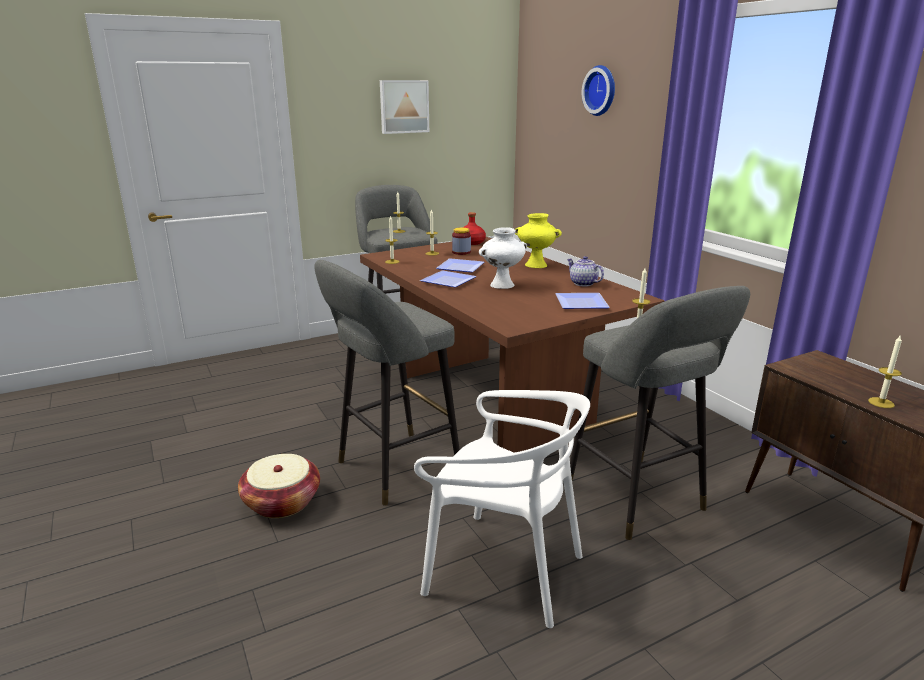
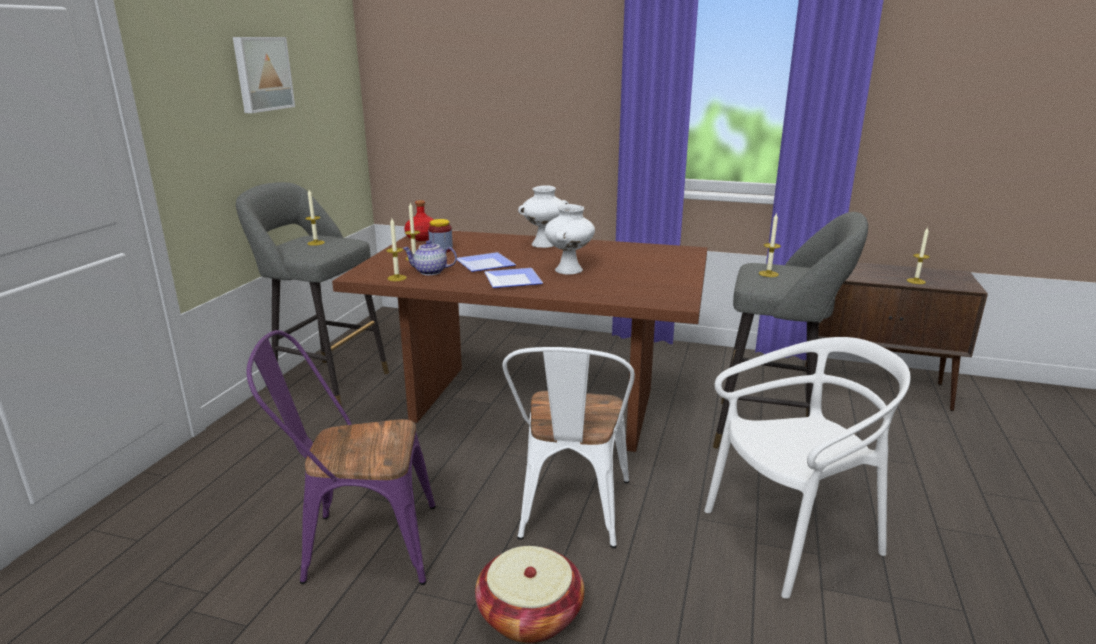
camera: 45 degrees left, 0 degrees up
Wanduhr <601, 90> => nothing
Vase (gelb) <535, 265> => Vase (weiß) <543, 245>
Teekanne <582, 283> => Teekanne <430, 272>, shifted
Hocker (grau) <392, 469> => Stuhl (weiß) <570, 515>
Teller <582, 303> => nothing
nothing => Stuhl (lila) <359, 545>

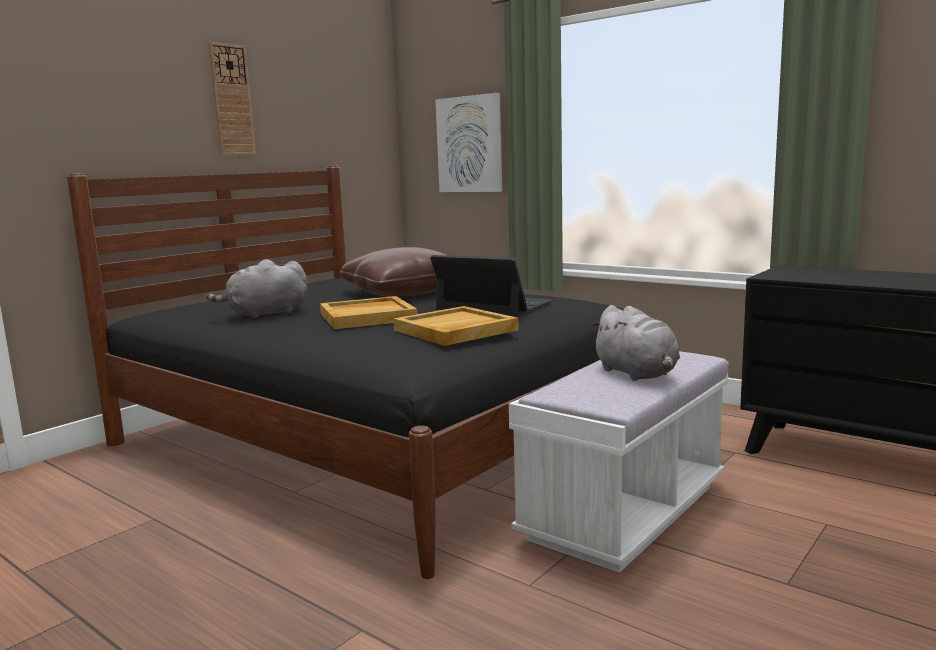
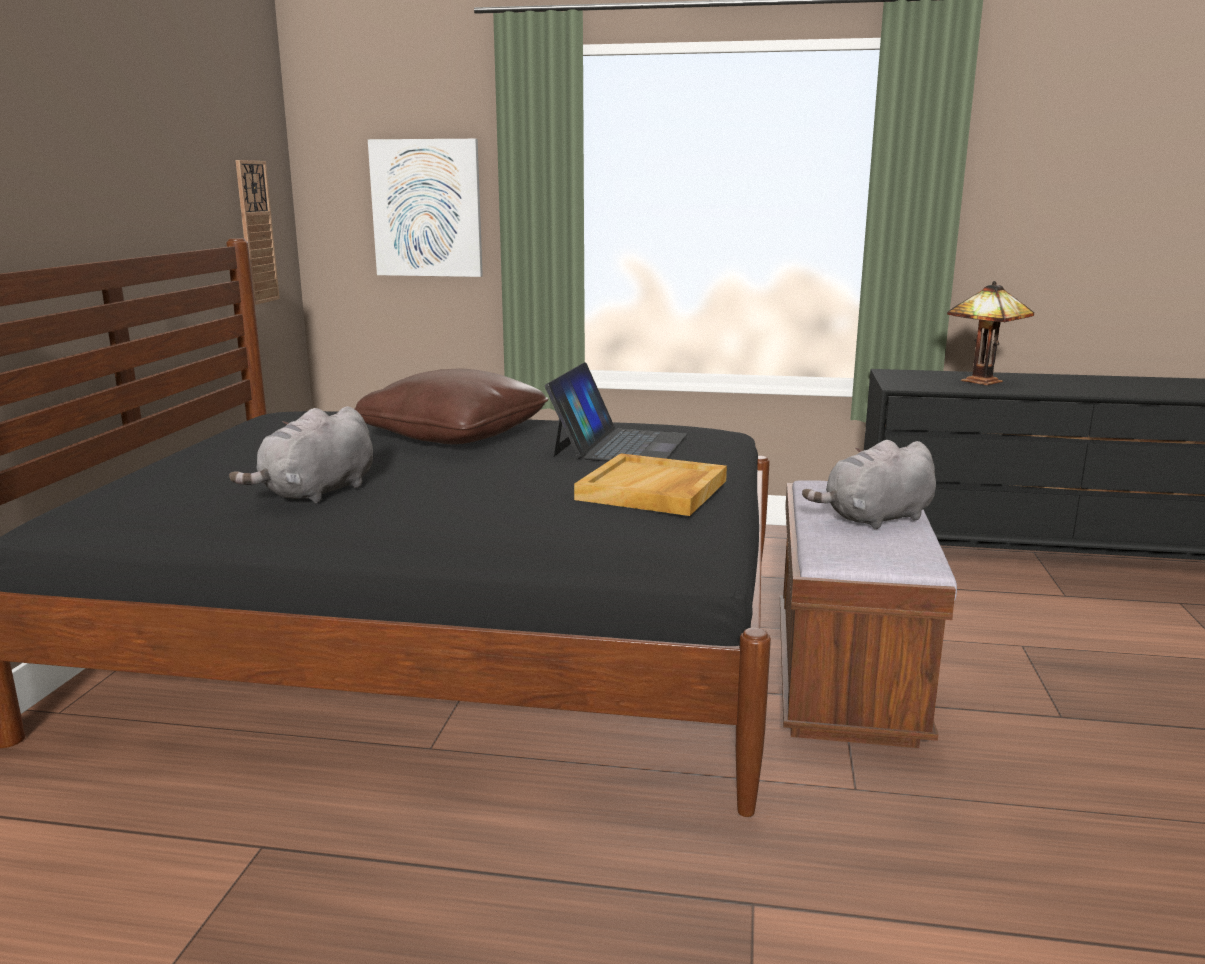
camera: 30 degrees left, 5 degrees up
Wanduhr <232, 100> => Wanduhr <256, 232>, shifted
Laptop <494, 305> => Laptop <619, 445>, 105 degrees clockwise
Tablett (beige) <368, 316> => nothing
Plüschtier (grau) <637, 374> => Plüschtier (grau) <875, 519>, 120 degrees clockwise
Bank (weiß) <624, 512> => Bank (braun) <845, 677>
nothing => Tischlampe <981, 381>

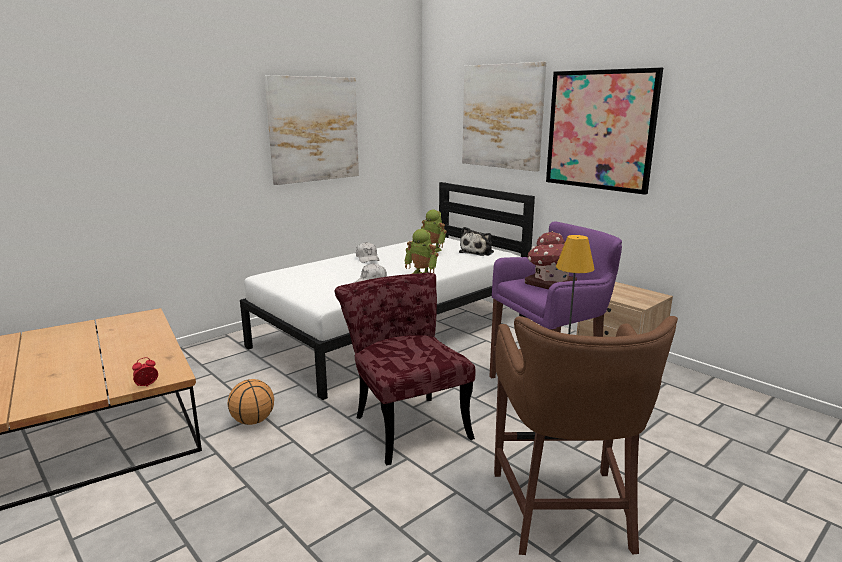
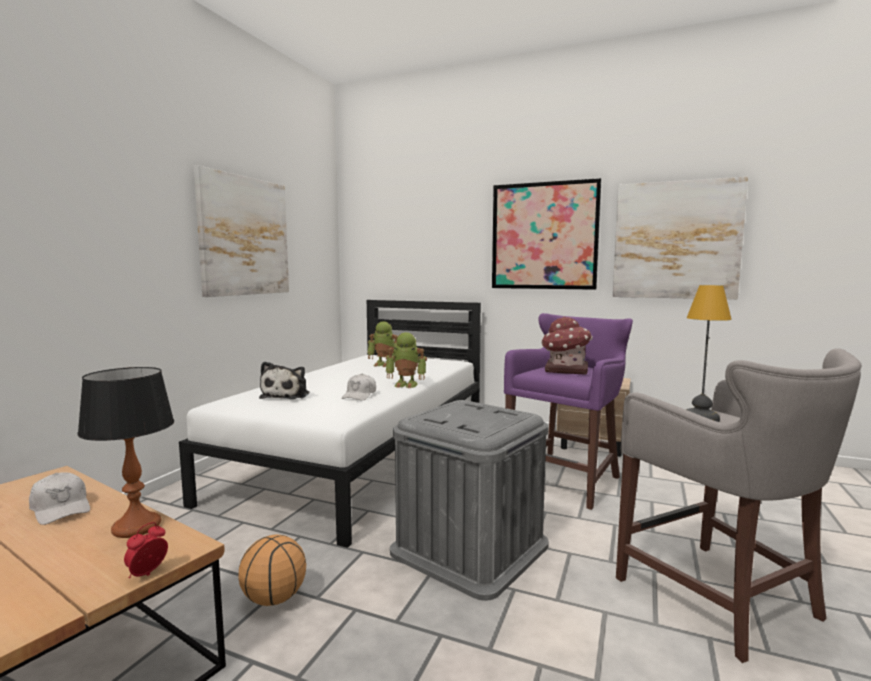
camera: 25 degrees left, 10 degrees down
Bild <502, 116> => Bild <675, 240>, shifted
Plüschtier <478, 252> => Plüschtier <287, 395>, shifted
Kappe (weiß) <367, 258> => Kappe (weiß) <61, 508>, shifted
Stuhl (rot) <406, 422> => Aufbewahrungsbox (grau) <470, 548>
Hocker (braun) <564, 513> => Hocker (grau) <722, 599>
nothing => Tischlampe <137, 526>

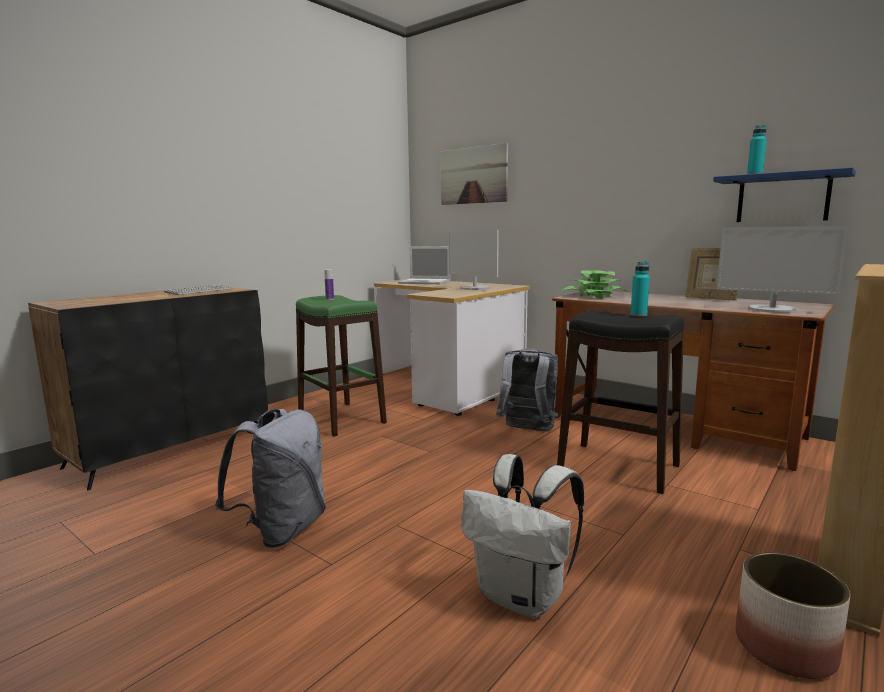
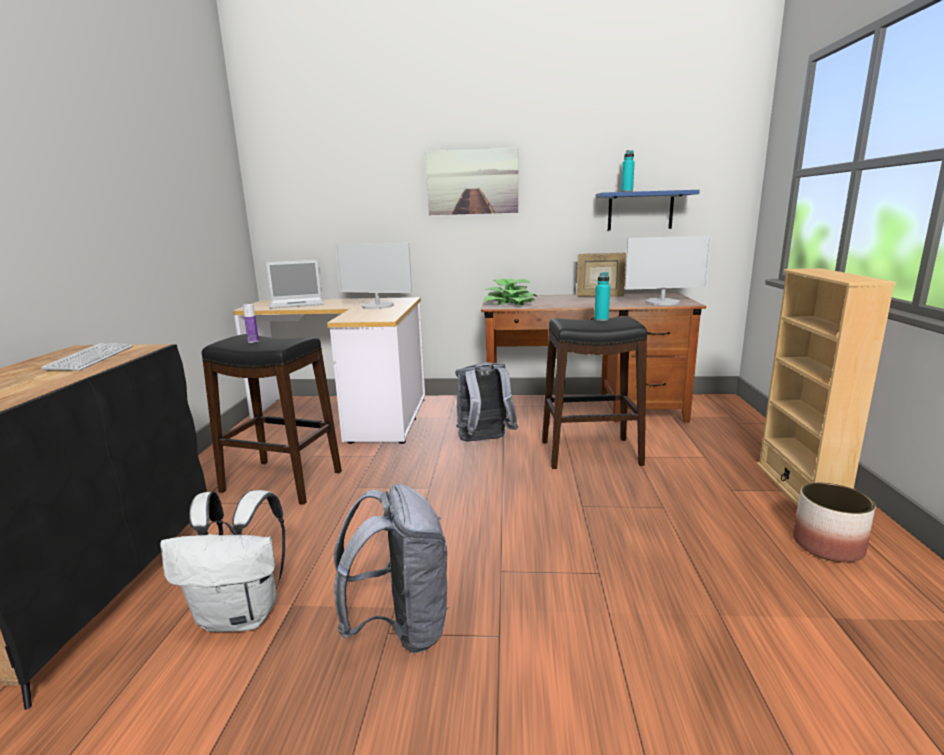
camera: 35 degrees left, 5 degrees up
Bild <473, 175> => Bild <472, 182>, shifted
Hocker (grün) <341, 418> => Hocker (schwarz) <281, 481>
Rucksack (weiß) <523, 597> => Rucksack (weiß) <242, 615>, shifted

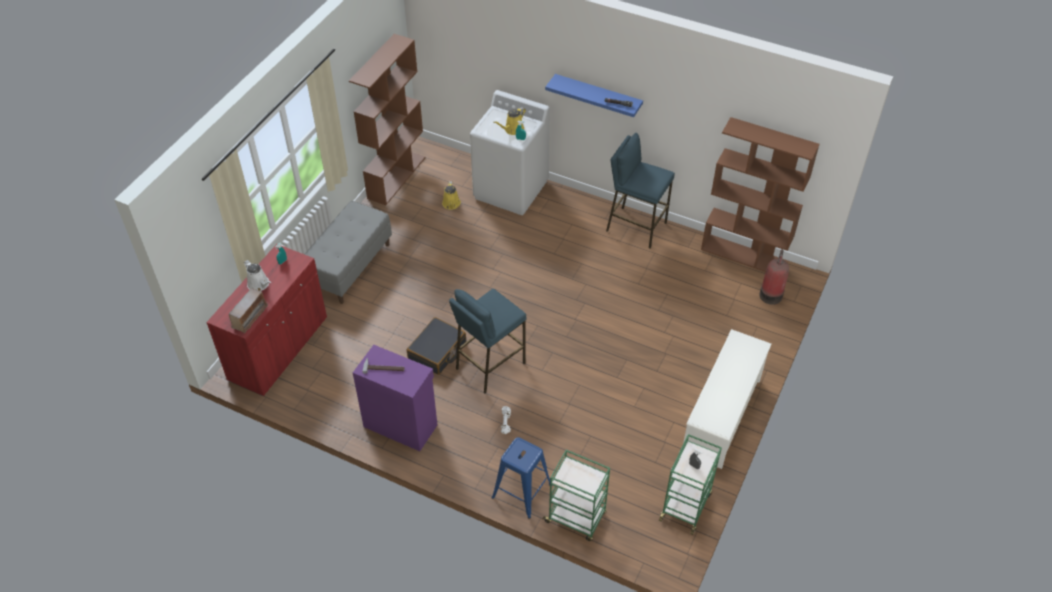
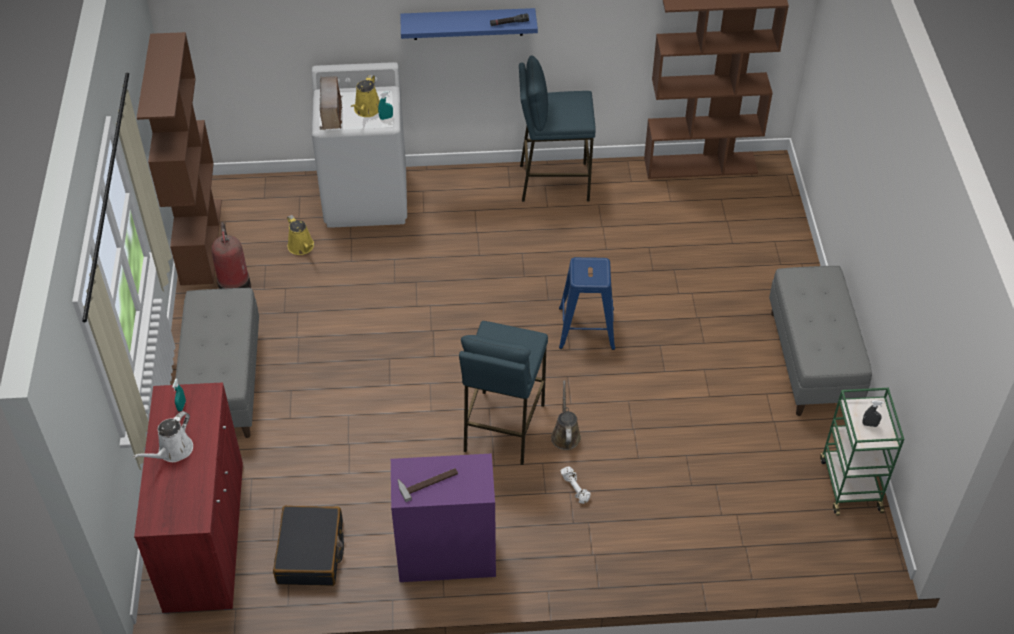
camera: 30 degrees left, 0 degrees up
Feuerlöscher <771, 294> => Feuerlöscher <234, 285>, shifted
Gießkanne (weiß) <259, 285> => Gießkanne (weiß) <173, 451>, 105 degrees clockwise
Radio <250, 317> => Radio <331, 113>, shifted
Koffer (schwarz) <437, 351> => Koffer (schwarz) <310, 553>, shifted
Schuhregal (weiß) <722, 416> => Bank (grau) <812, 361>
Hocker (blau) <522, 492> => Hocker (blau) <587, 328>, shifted
Rollwagen (grün) <576, 518> => nothing
nothing => Gießkanne (braun) <565, 434>

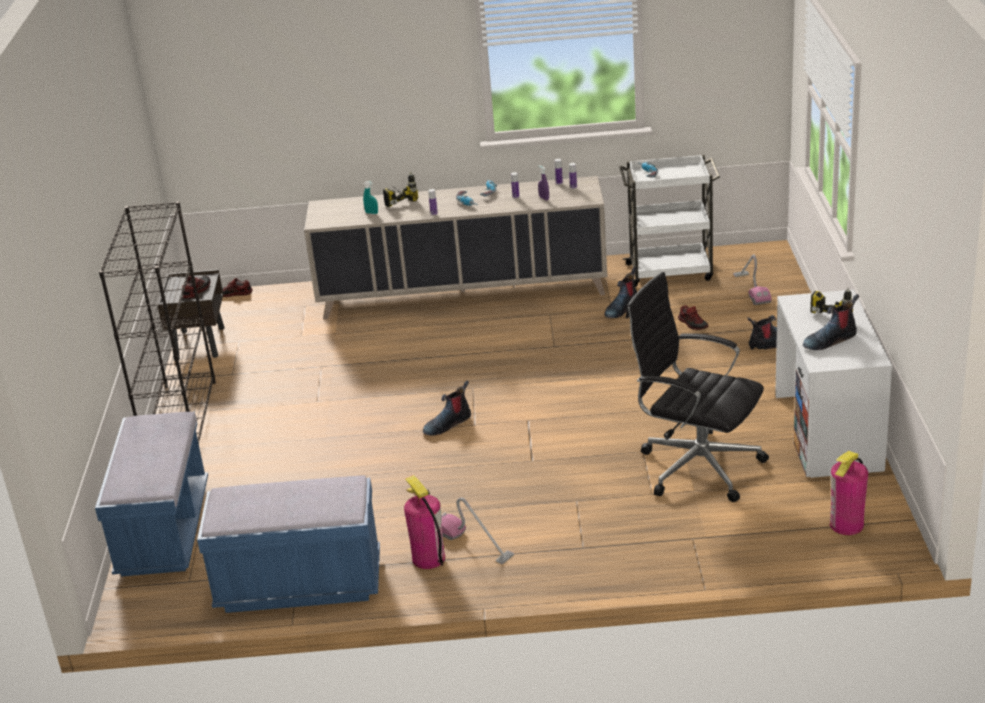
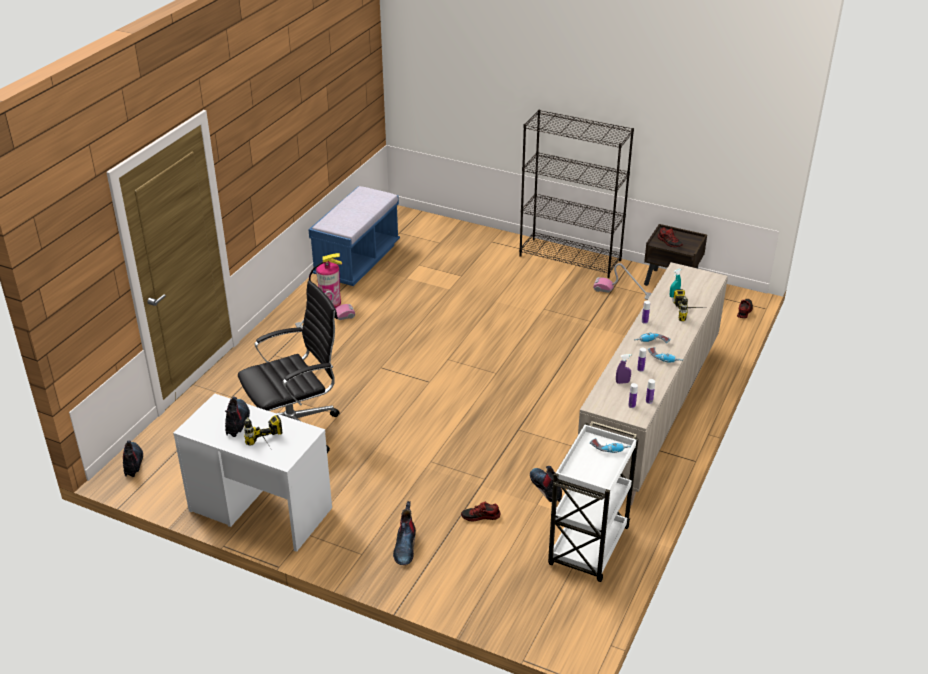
camera: 115 degrees right, 5 degrees up
Staubsauger <751, 289> => Staubsauger <622, 292>, shifted
Stiefel <447, 424> => Stiefel <133, 462>, shifted
Bank (blau) <164, 531> => nothing
Feuerlöscher <847, 524> => nothing

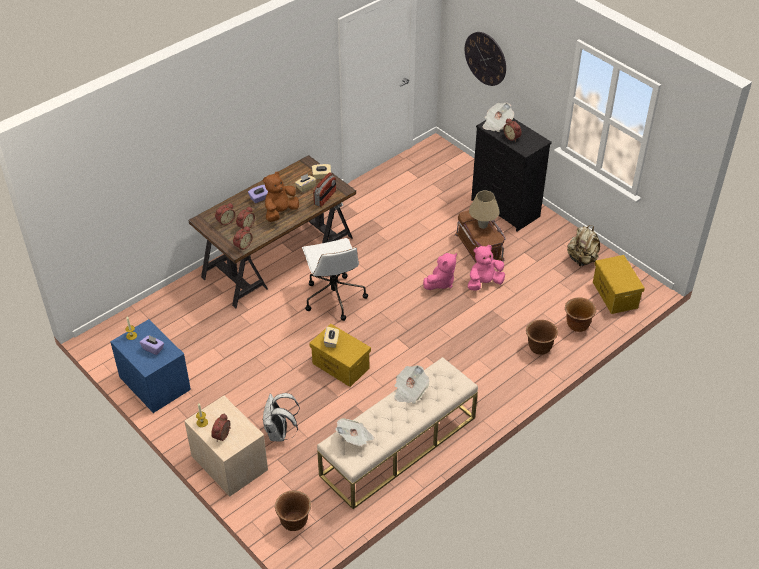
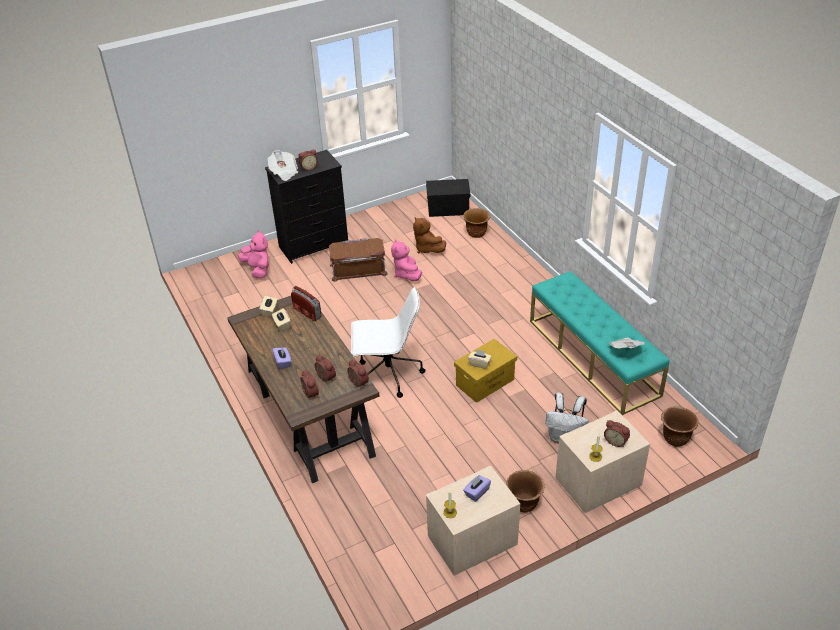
camera: 75 degrees left, 5 degrees down
Wanduhr <485, 58> => nothing
Plüschtier (braun) <280, 212> => Plüschtier (braun) <427, 249>, shifted
Tischlampe (beige) <482, 225> => nothing
Rucksack (beige) <582, 259> => nothing
Plüschtier (rosa) <440, 282> => Plüschtier (rosa) <258, 269>, shifted
Aufbewahrungsbox (gelb) <615, 295> => Aufbewahrungsbox (schwarz) <448, 208>
Nachttisch (blau) <154, 383> => Nachttisch (beige) <471, 540>
Pflanzkübel (braun) <539, 348> => Pflanzkübel (braun) <524, 504>, shifted
Bank (beige) <398, 446> => Bank (türkis) <593, 357>
Zeitung <409, 391> => nothing

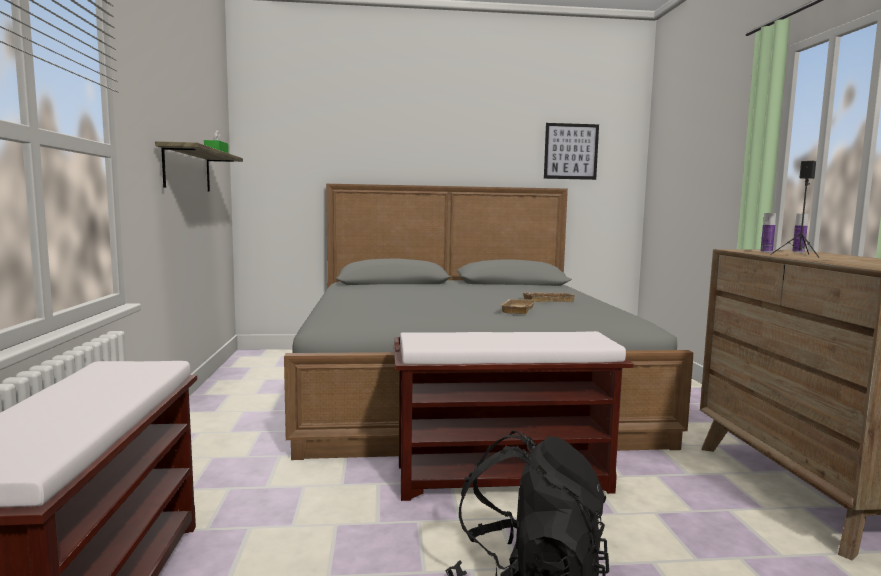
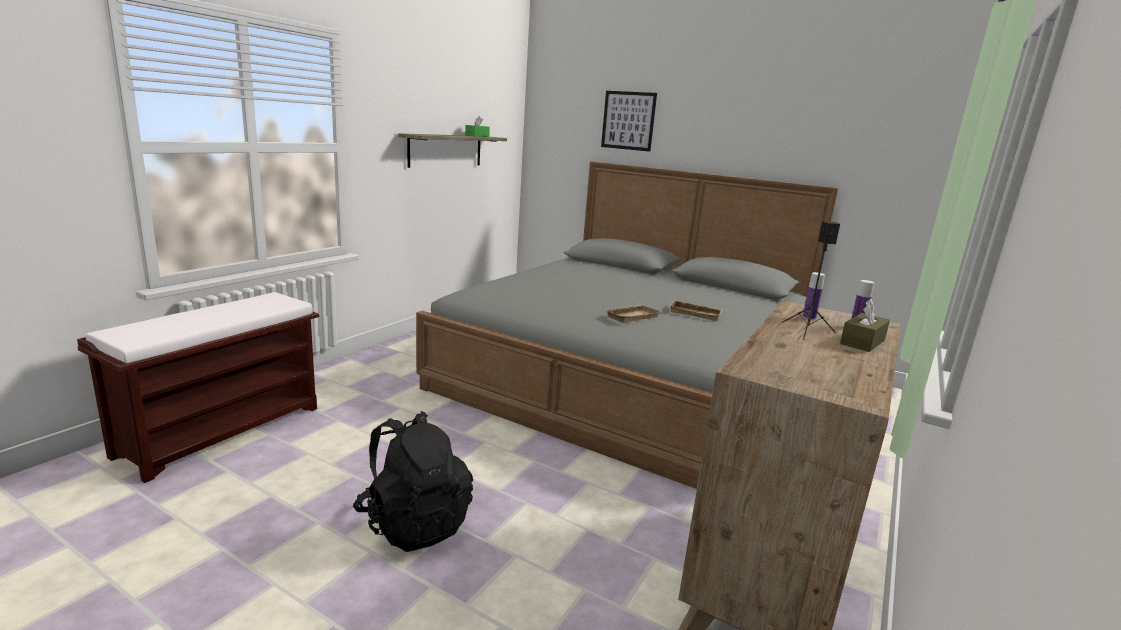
camera: 35 degrees right, 10 degrees up
Bild <571, 151> => Bild <628, 120>, shifted
Bank (braun) <504, 477> => nothing
nothing => Taschentuchbox (braun) <862, 342>

